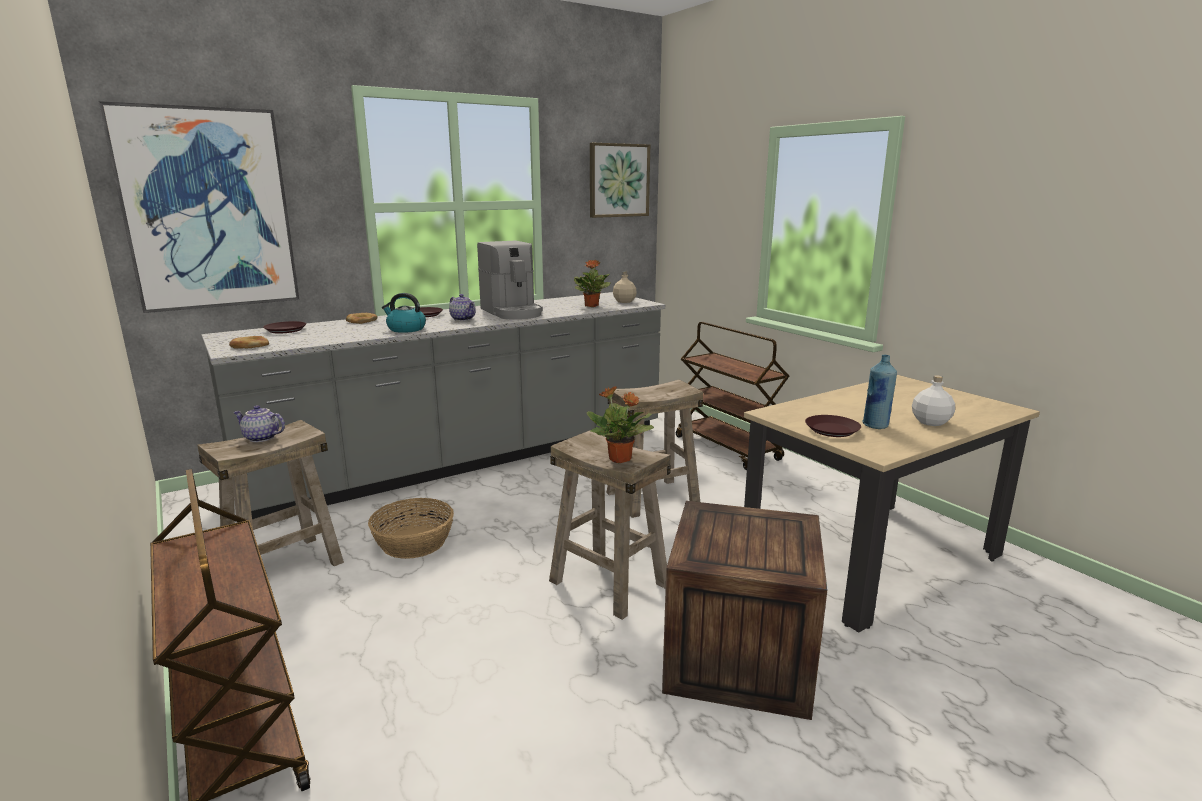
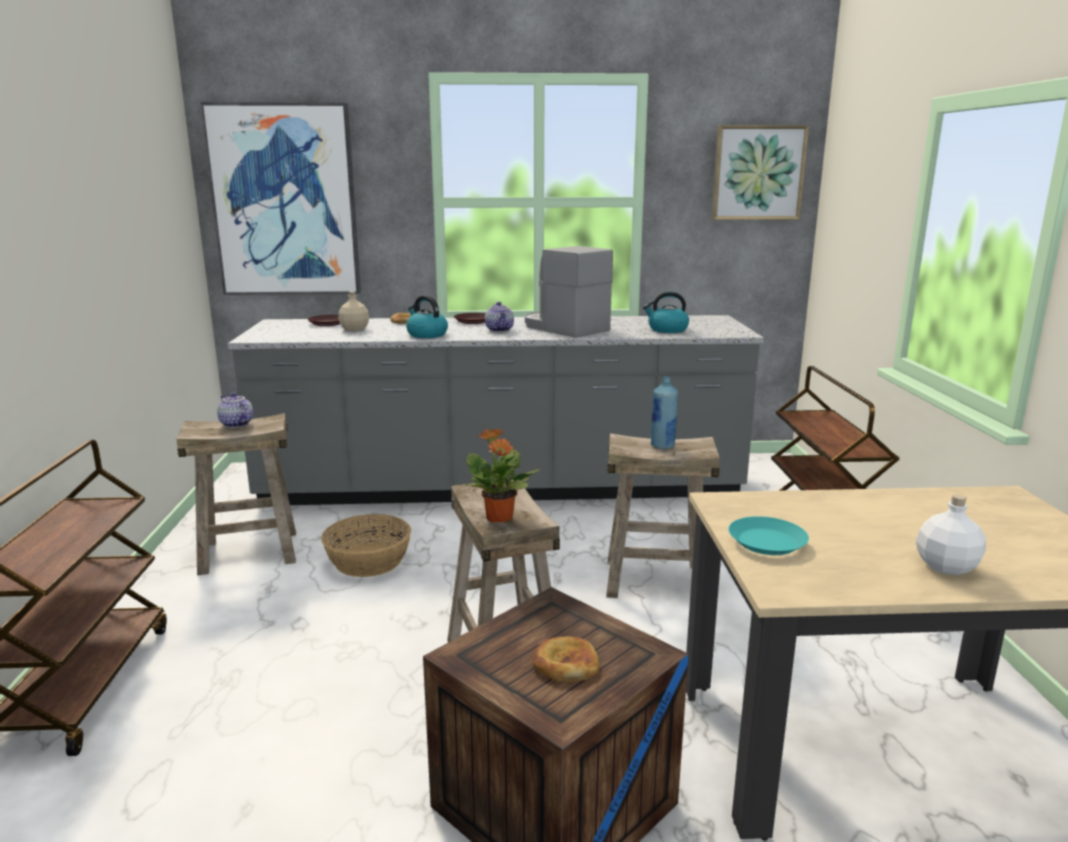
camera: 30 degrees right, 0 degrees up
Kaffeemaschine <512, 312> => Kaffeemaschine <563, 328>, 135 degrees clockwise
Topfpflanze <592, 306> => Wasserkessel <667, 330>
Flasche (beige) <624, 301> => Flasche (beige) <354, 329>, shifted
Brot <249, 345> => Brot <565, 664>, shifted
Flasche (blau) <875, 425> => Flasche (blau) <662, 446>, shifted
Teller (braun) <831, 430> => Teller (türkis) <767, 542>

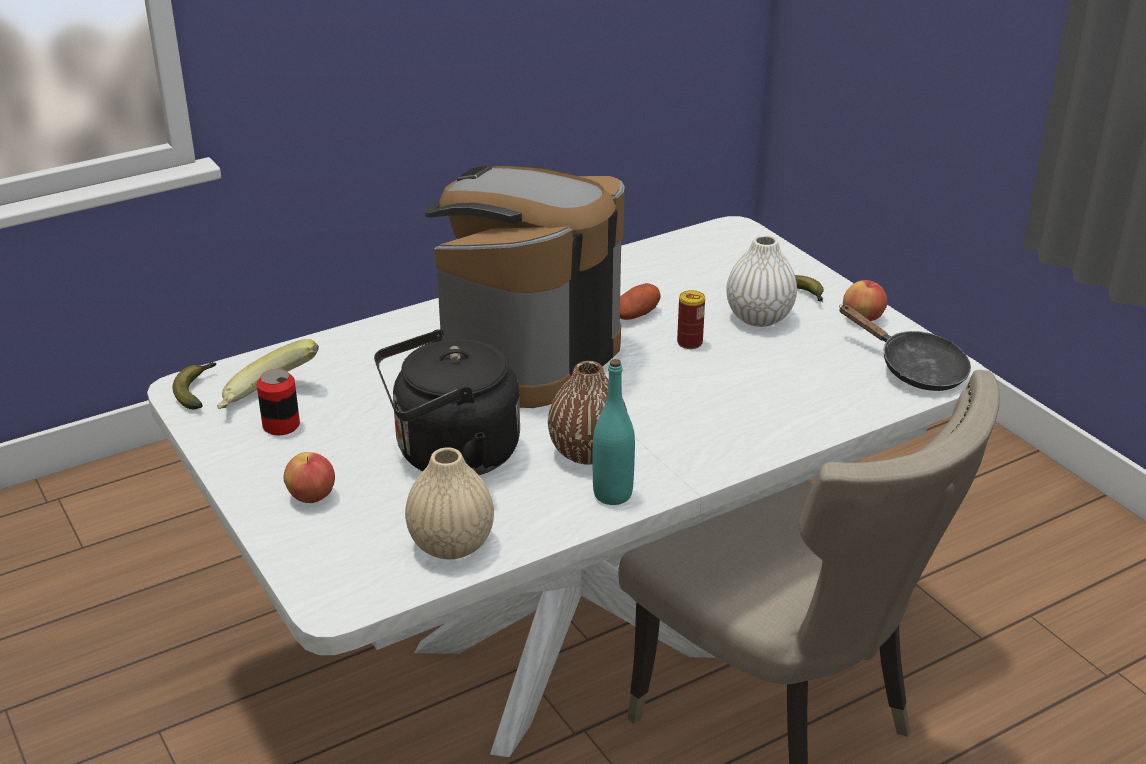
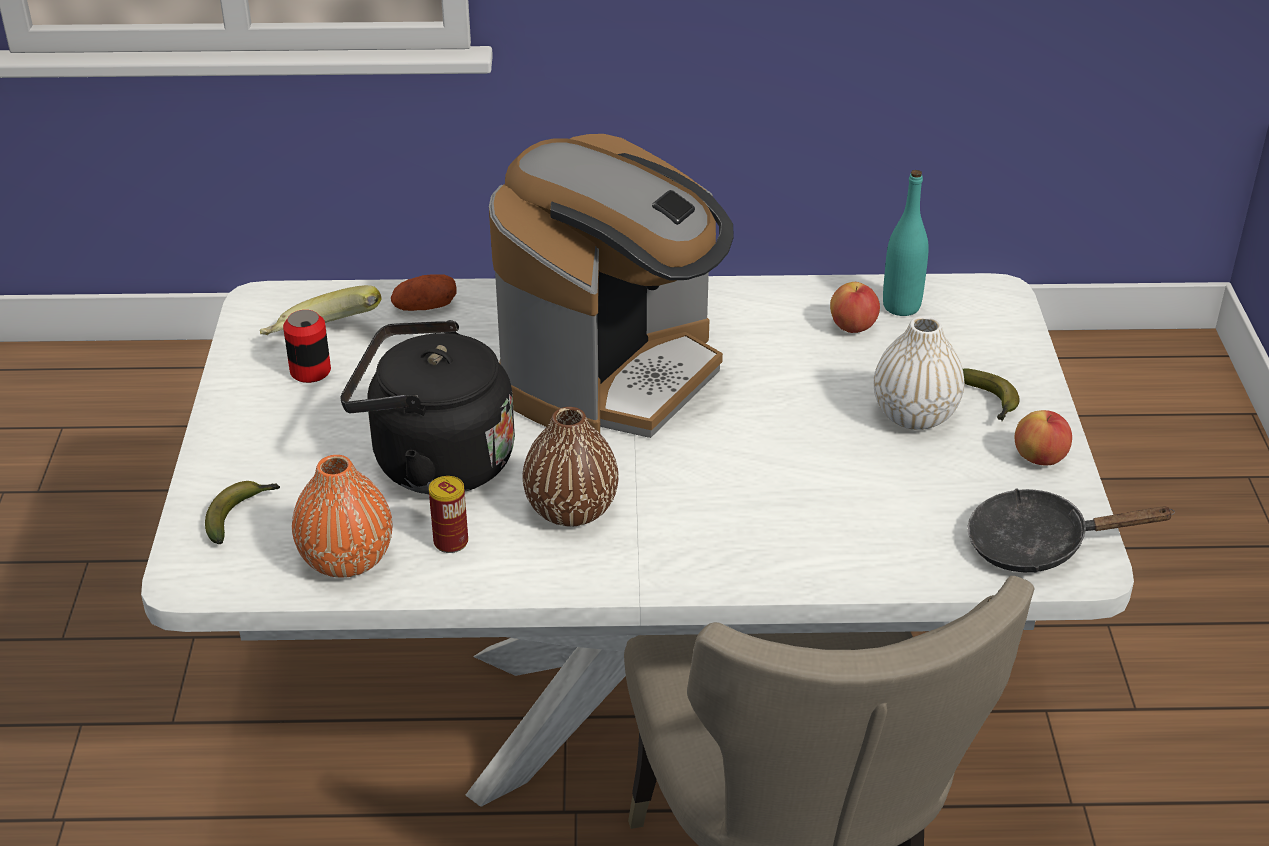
camera: 30 degrees right, 5 degrees up
Kaffeemaschine <526, 356> => Kaffeemaschine <613, 375>, 150 degrees clockwise
Kartoffel <636, 315> => Kartoffel <424, 307>, shifted
Dose <689, 343> => Dose <451, 542>, shifted
Pfanne (schwarz) <914, 369> => Pfanne (schwarz) <1038, 545>, 105 degrees clockwise
Flasche (türkis) <612, 494> => Flasche (türkis) <901, 306>, shifted
Banane <197, 391> => Banane <241, 515>, shifted
Vase (beige) <451, 544> => Vase (orange) <347, 559>
Apfel <312, 497> => Apfel <853, 327>, shifted

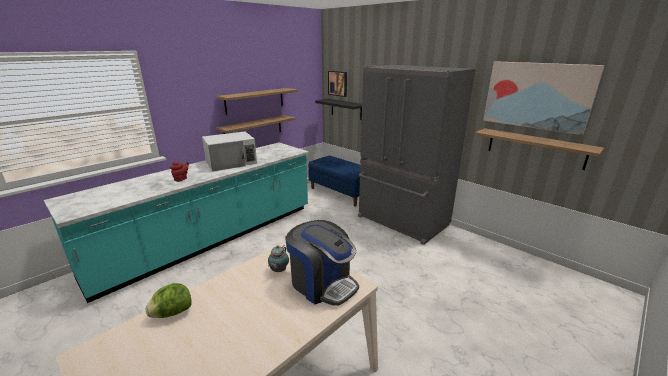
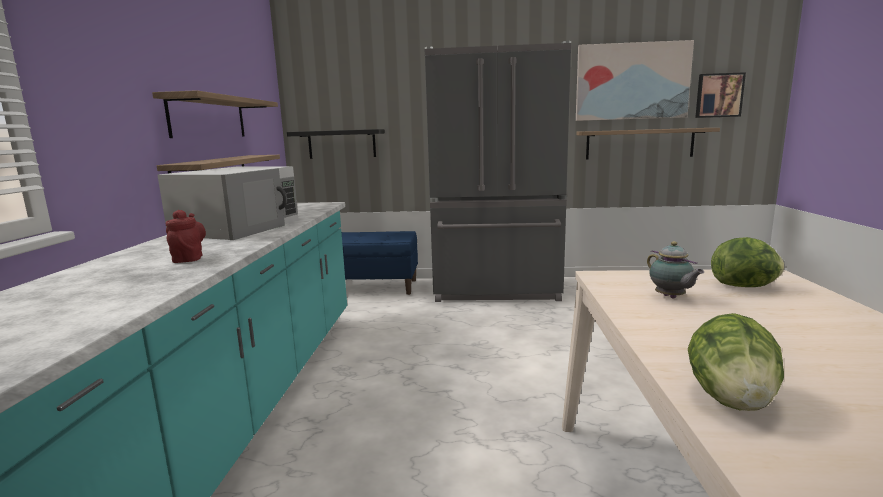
camera: 40 degrees left, 10 degrees down
Bild <338, 83> => Bild <718, 95>, shifted
Kaffeemaschine <322, 283> => Salatkopf <745, 286>

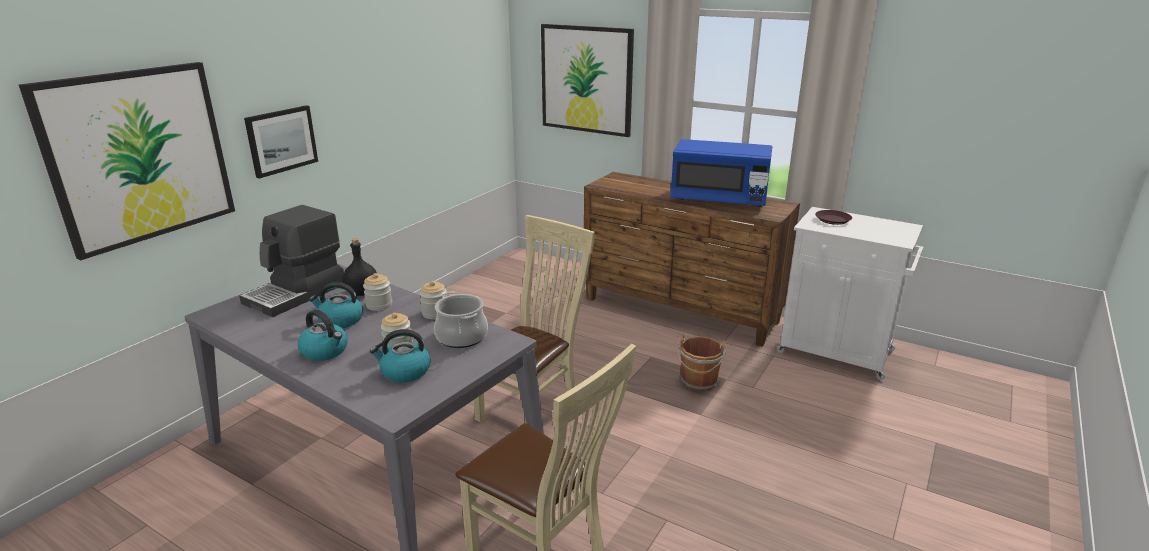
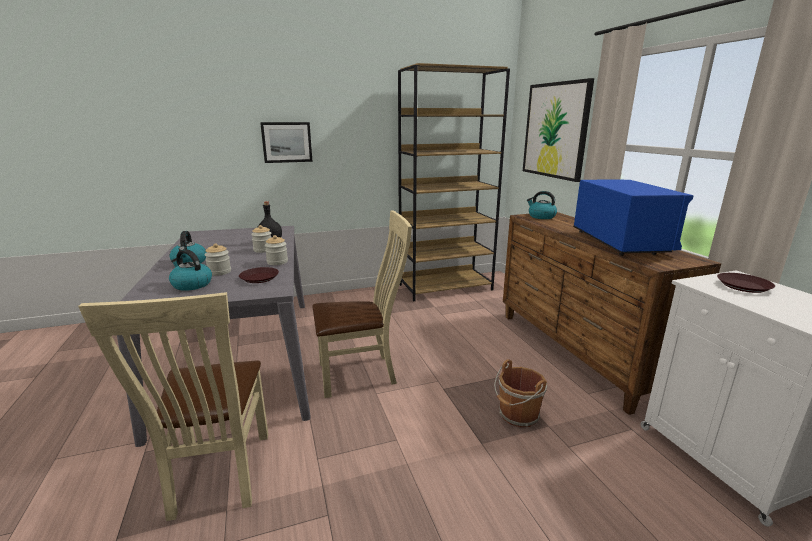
camera: 40 degrees right, 5 degrees down
Bild <139, 156> => nothing
Mikrowelle (blau) <719, 199> => Mikrowelle (blau) <620, 242>, 150 degrees counterclockwise
Kaffeemaschine <297, 293> => nothing
Wasserkessel <340, 320> => Wasserkessel <541, 216>, shifted
Kochtopf <461, 337> => Teller (braun) <259, 278>
nothing => Bücherregal (braun) <445, 287>

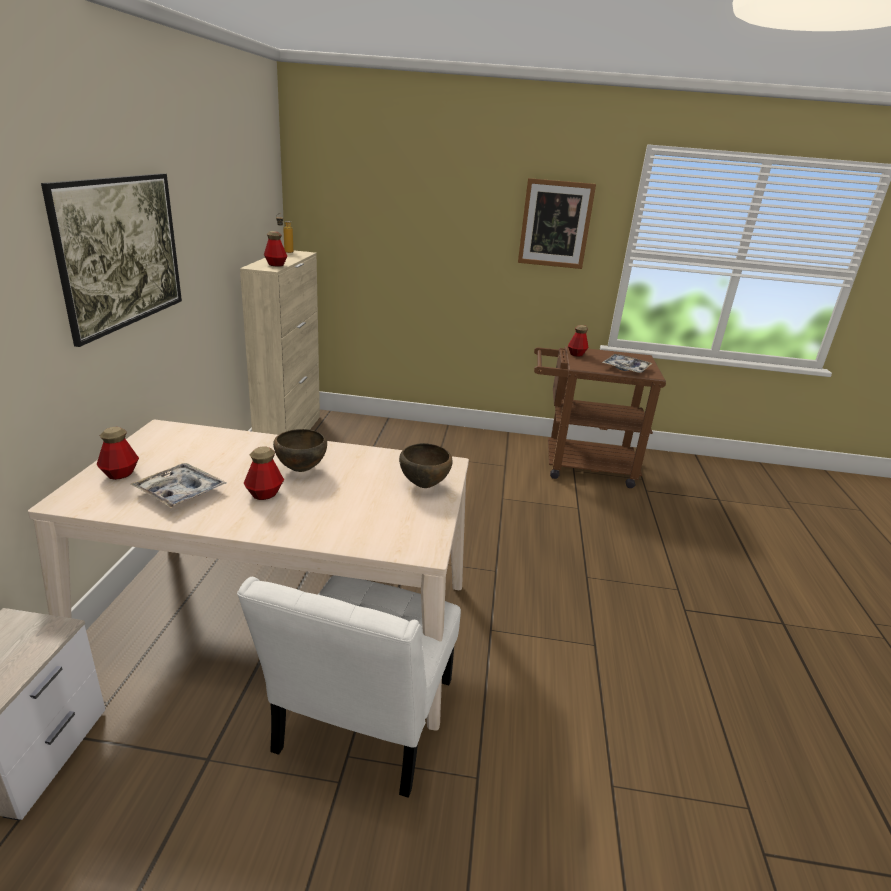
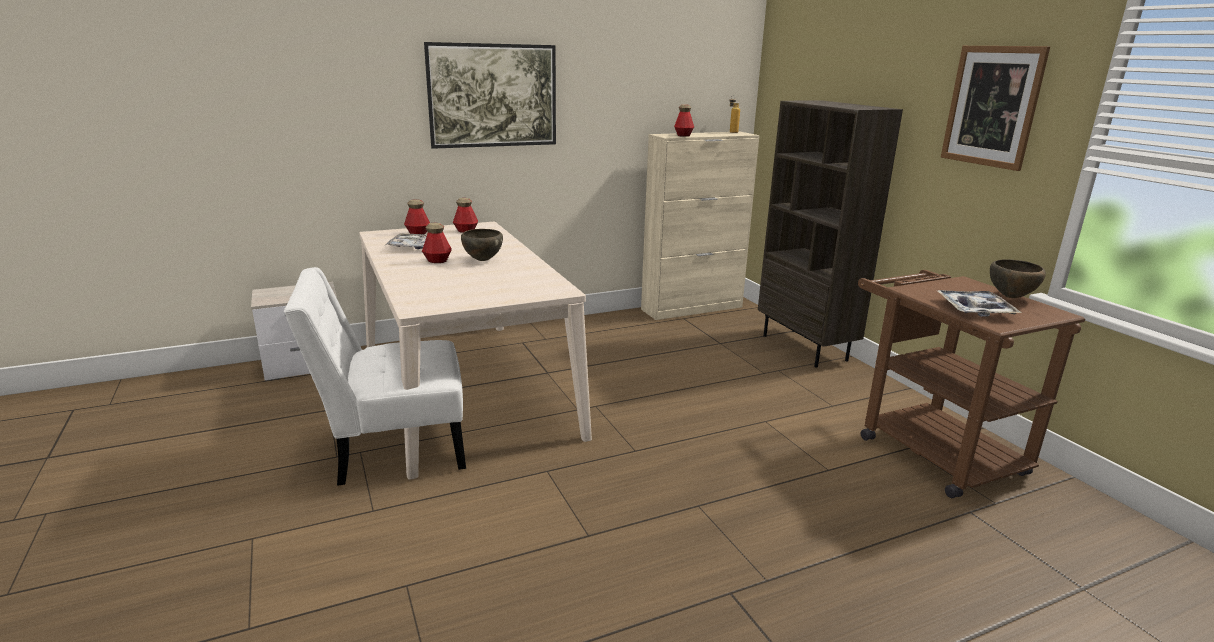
camera: 60 degrees right, 5 degrees down
Flasche <576, 354> => Flasche <466, 231>, shifted
Schüssel (braun) <425, 485> => Schüssel (braun) <1011, 297>, shifted
nothing => Bücherregal (braun) <805, 348>

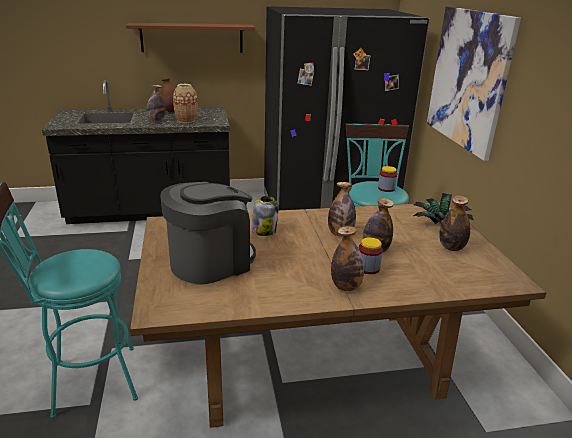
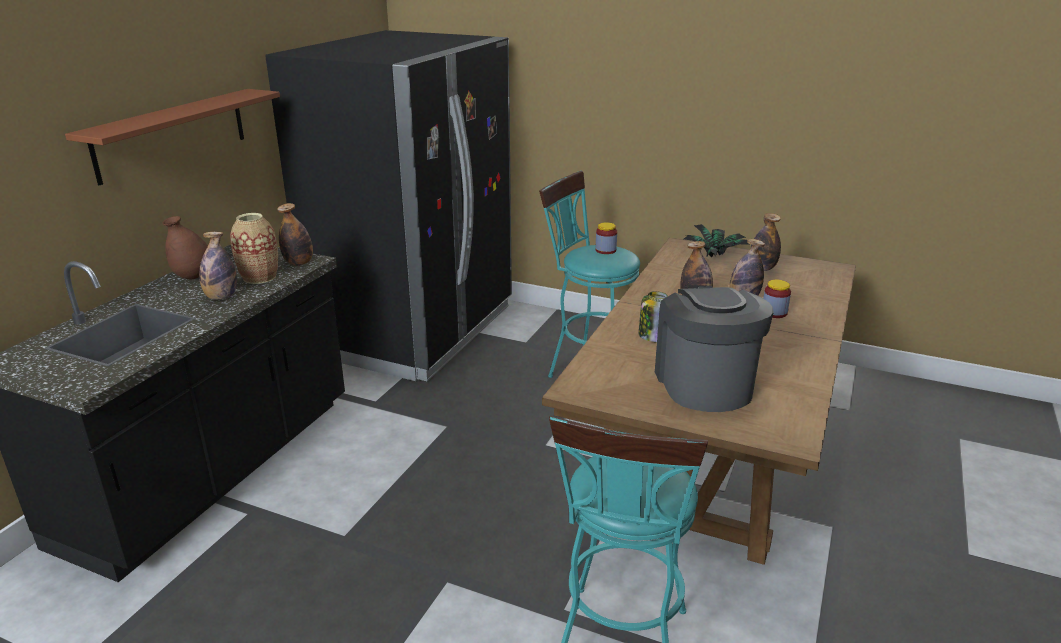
camera: 55 degrees left, 0 degrees up
Bild <468, 79> => nothing
Flasche <346, 286> => Flasche <299, 263>, shifted

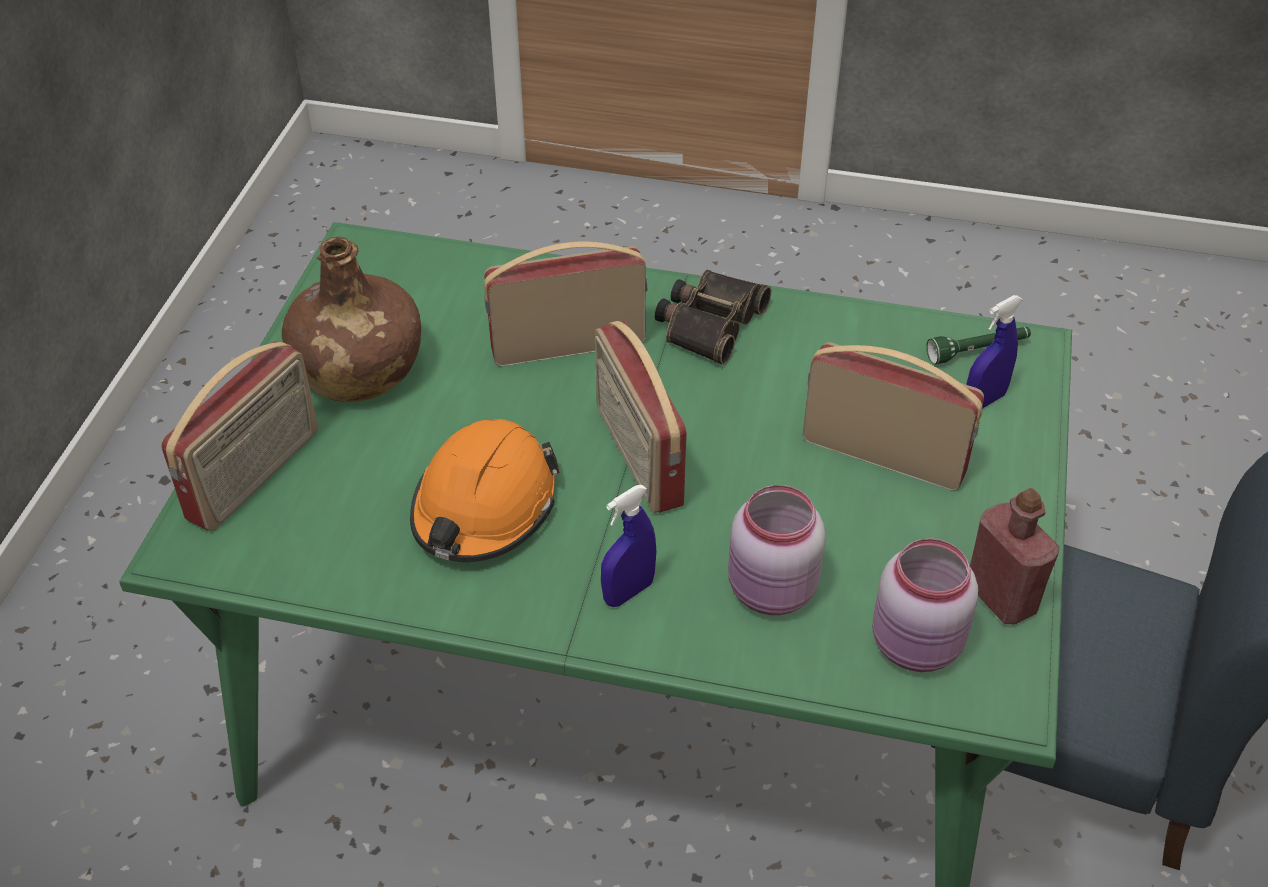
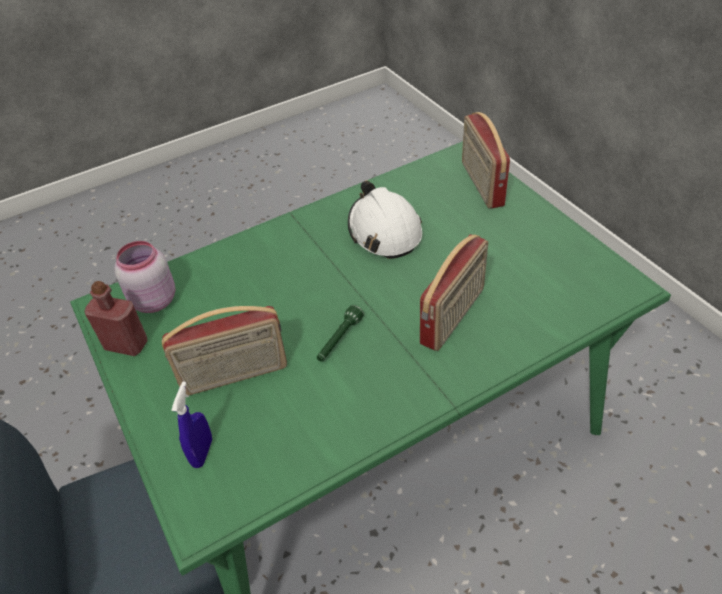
camera: 140 degrees right, 0 degrees up
Flasche (braun) <357, 369> => nothing
Fernglas <709, 323> => nothing
Radio <636, 456> => nothing
Taschenlampe (grün) <978, 351> => Taschenlampe (grün) <339, 340>, shifted
Schutzhelm (orange) <484, 508> => Schutzhelm (weiß) <384, 231>
Sprühflasche (blau) <628, 592> => nothing
Vorratsglas (rosa) <772, 592> => nothing

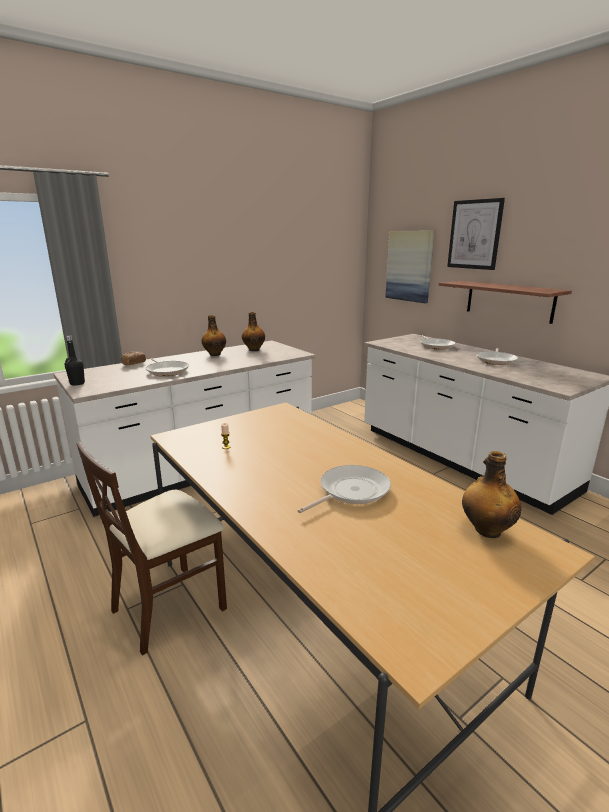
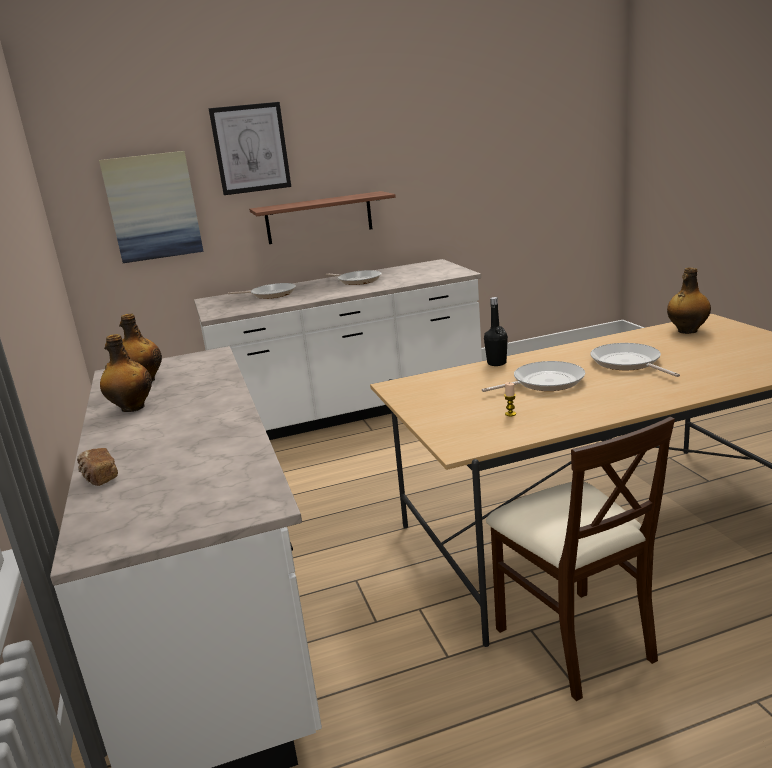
camera: 70 degrees left, 0 degrees up
Flasche (schwarz) <77, 383> => Flasche (schwarz) <496, 363>, shifted
Pfanne <167, 371> => Pfanne <544, 382>, shifted

